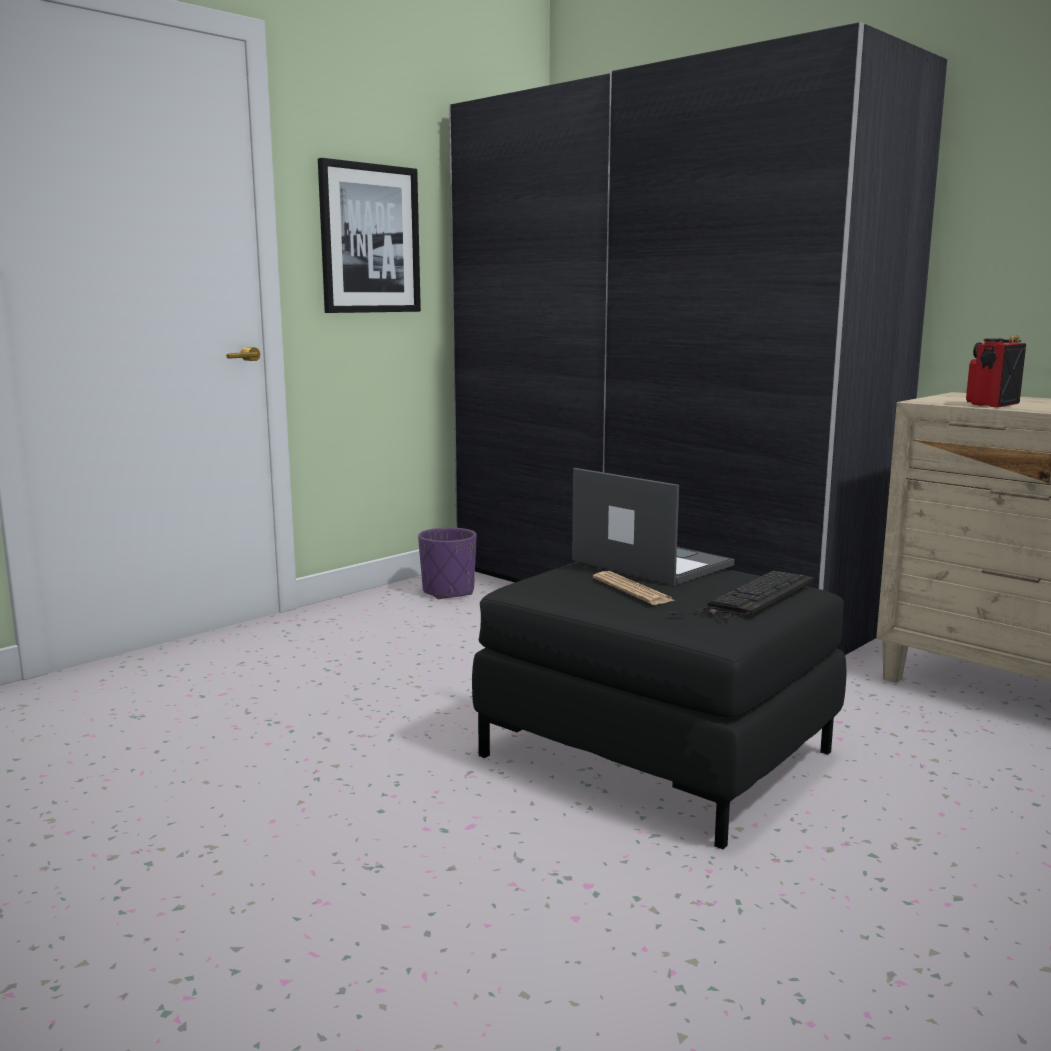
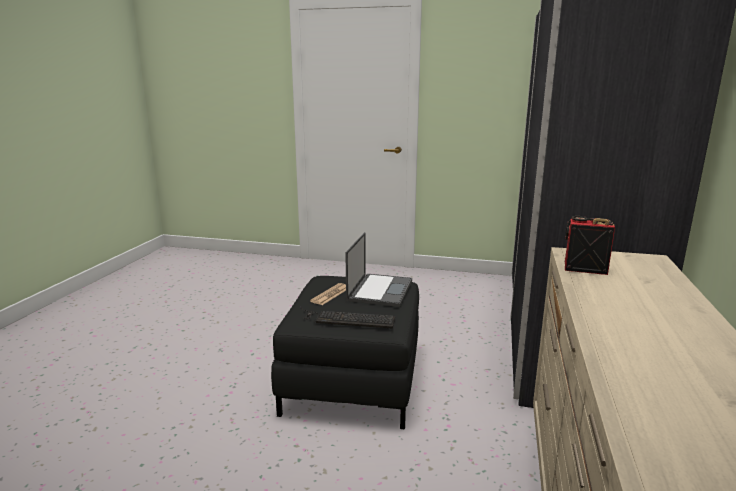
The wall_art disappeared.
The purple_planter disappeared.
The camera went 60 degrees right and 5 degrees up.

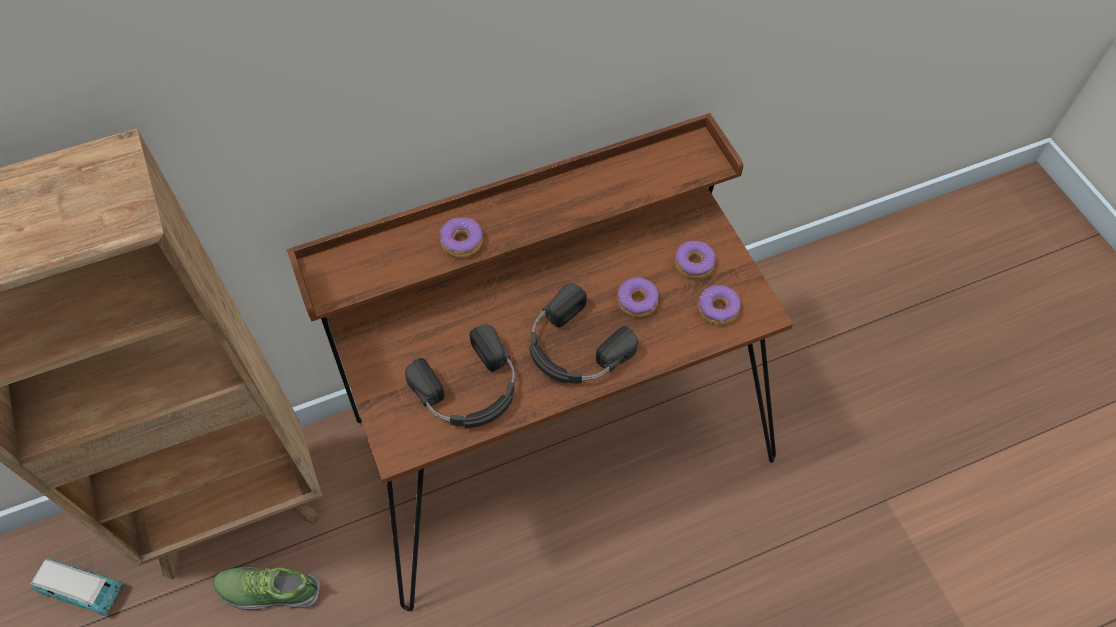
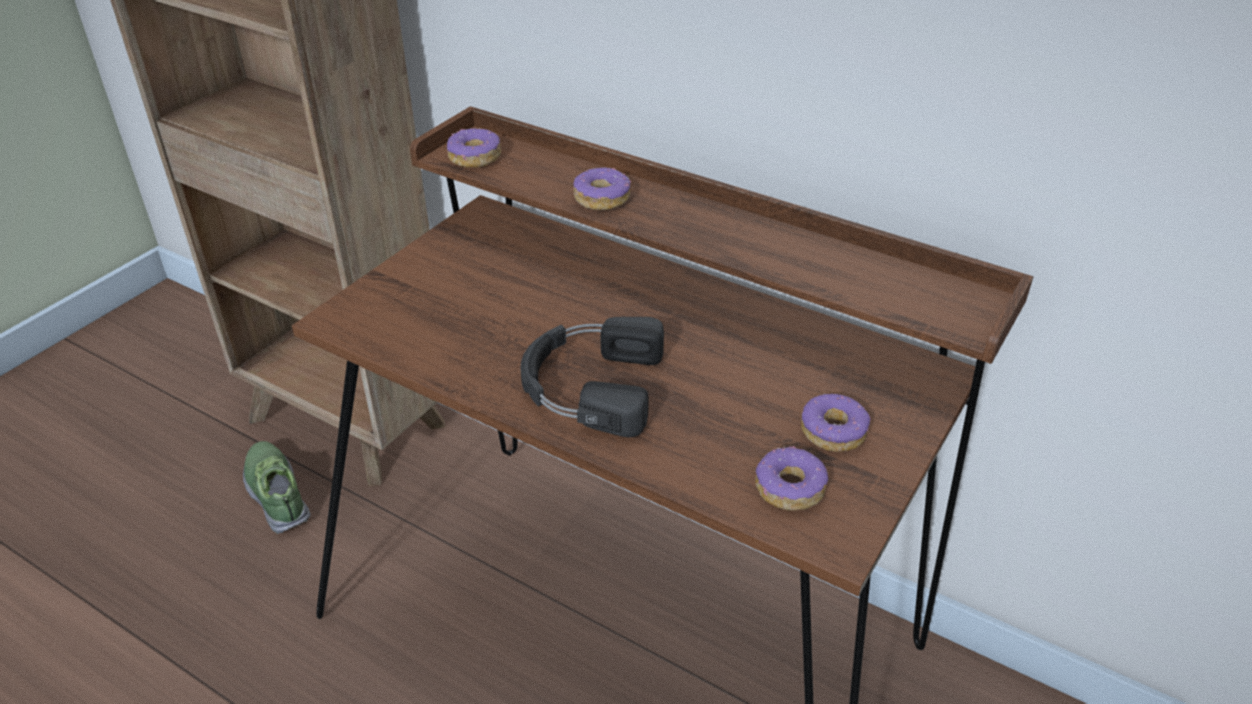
The donut (2nd from left in the first image) moved.
The toy_car disappeared.
The black-coloured_pair_of_headphones (1st from left) disappeared.
The camera went 55 degrees right and 20 degrees down.

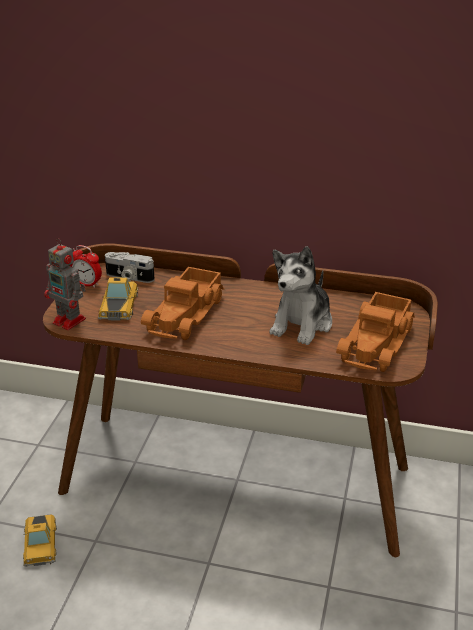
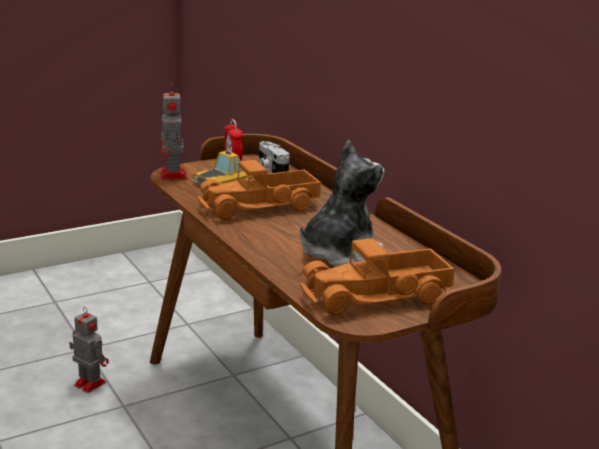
The toy_car (1st from left) was replaced by the model_robot (1st from left).
The plush_toy turned 150 degrees clockwise.
The camera went 45 degrees right and 10 degrees down.

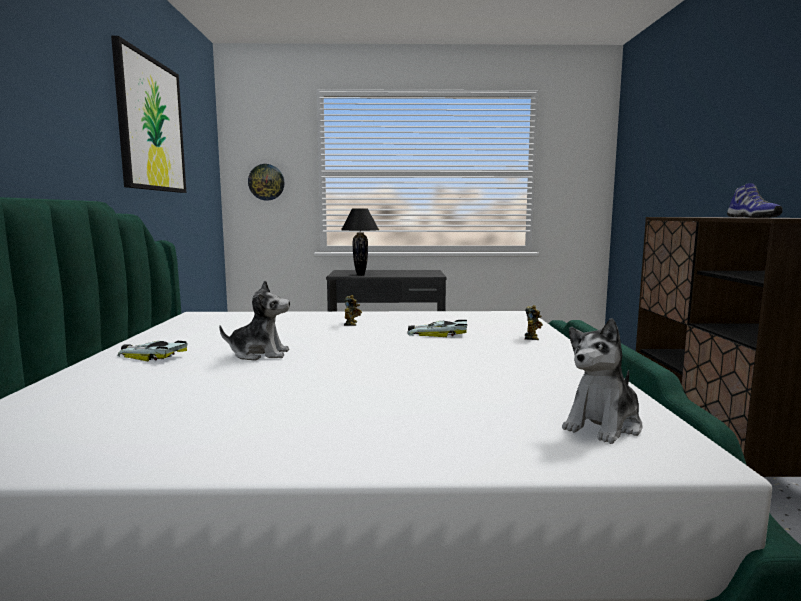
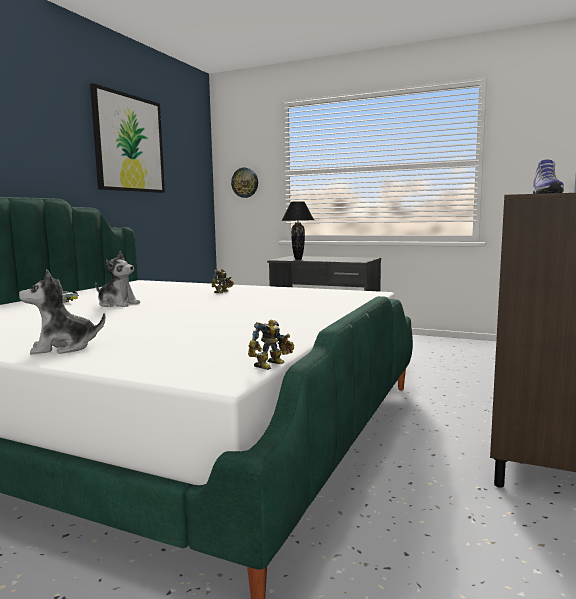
The plush_toy (2nd from left in the first image) moved.
The model_robot (2nd from left) moved.
The toy_car (2nd from left) disappeared.
The camera went 25 degrees right and 0 degrees up.

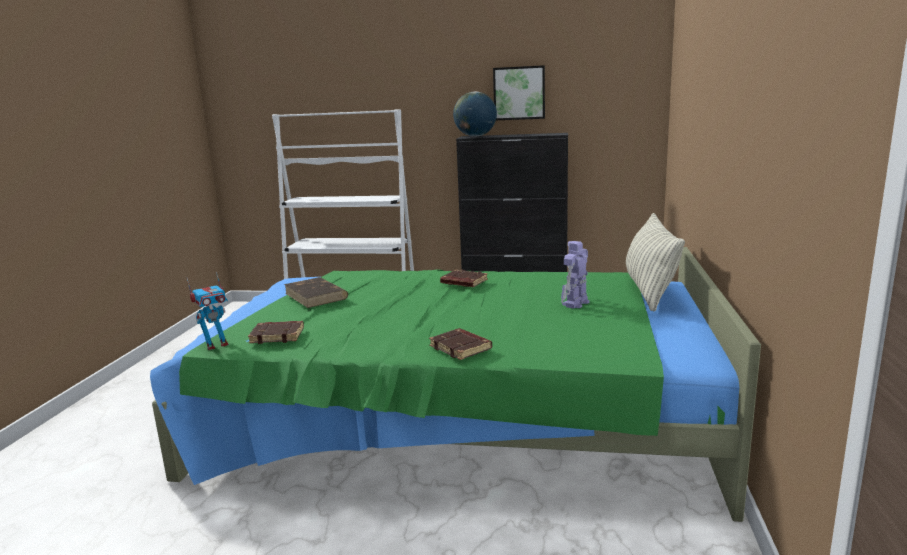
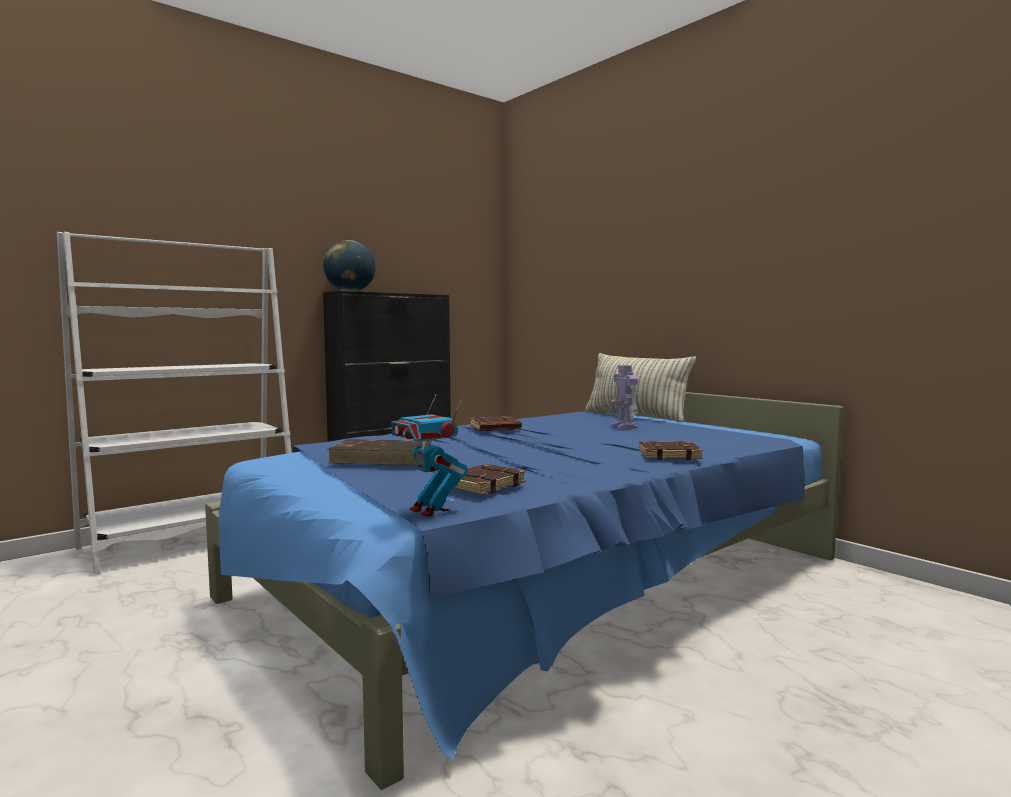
The greenish_sleeping_bed became the blue_sleeping_bed.
The model_robot (1st from left) turned 135 degrees clockwise.
The wall_art disappeared.
The camera went 50 degrees left and 10 degrees down.

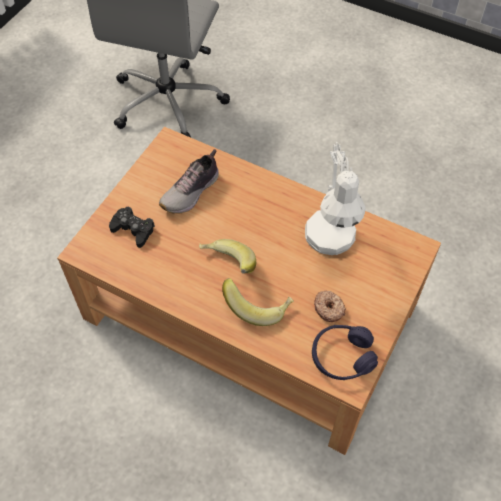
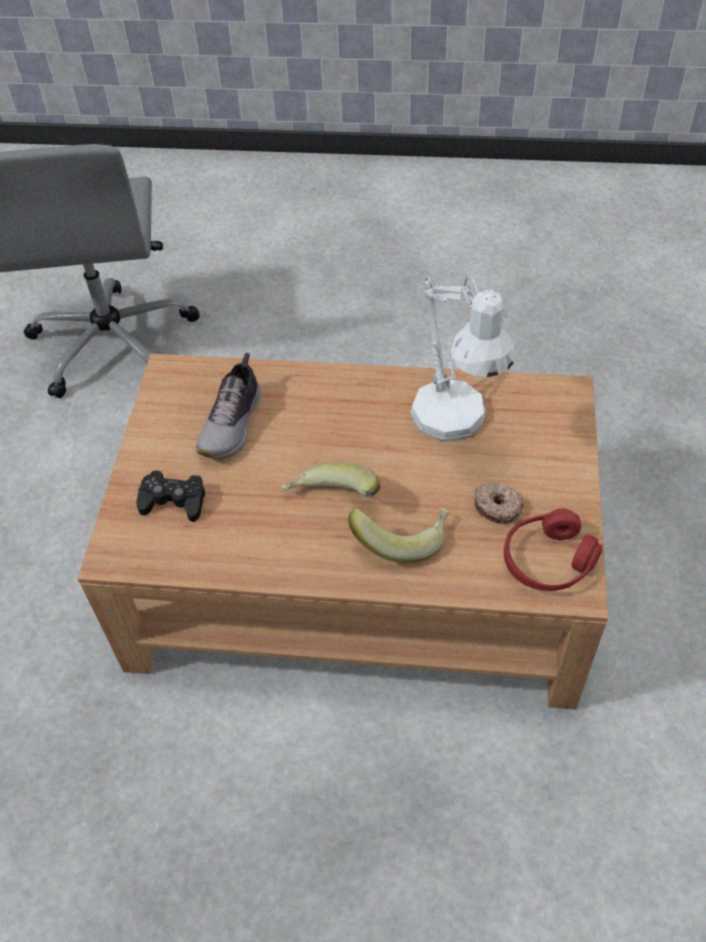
The purple_pair_of_headphones became the red-coloured_pair_of_headphones.
The camera went 20 degrees left and 5 degrees down.

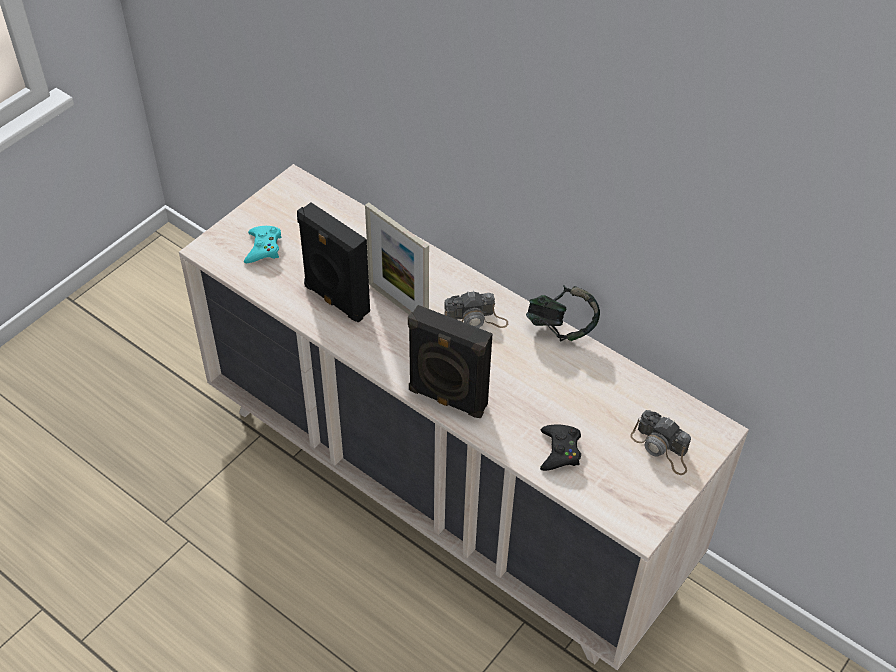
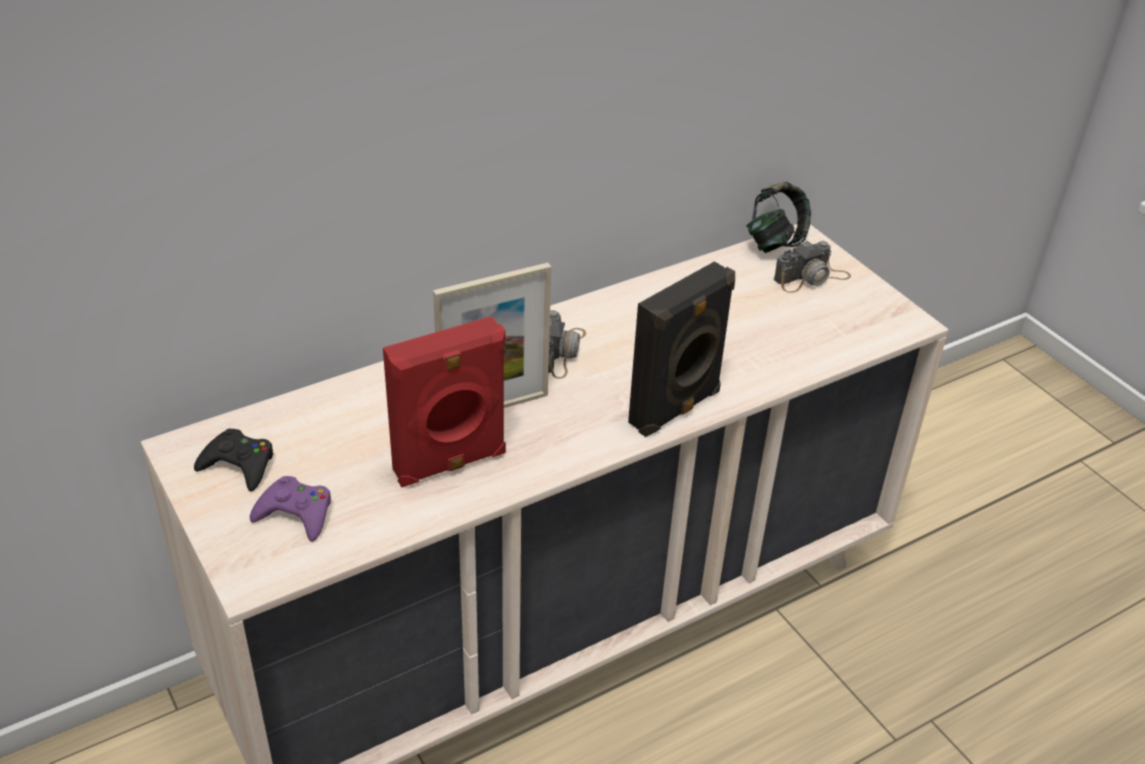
The black-coloured_game_controller moved.
The blue-green_game_controller became the purple_game_controller.
The black-coloured_loudspeaker (1st from left) became the red-coloured_loudspeaker.
The pair_of_headphones moved.
The camera went 70 degrees left and 10 degrees down.

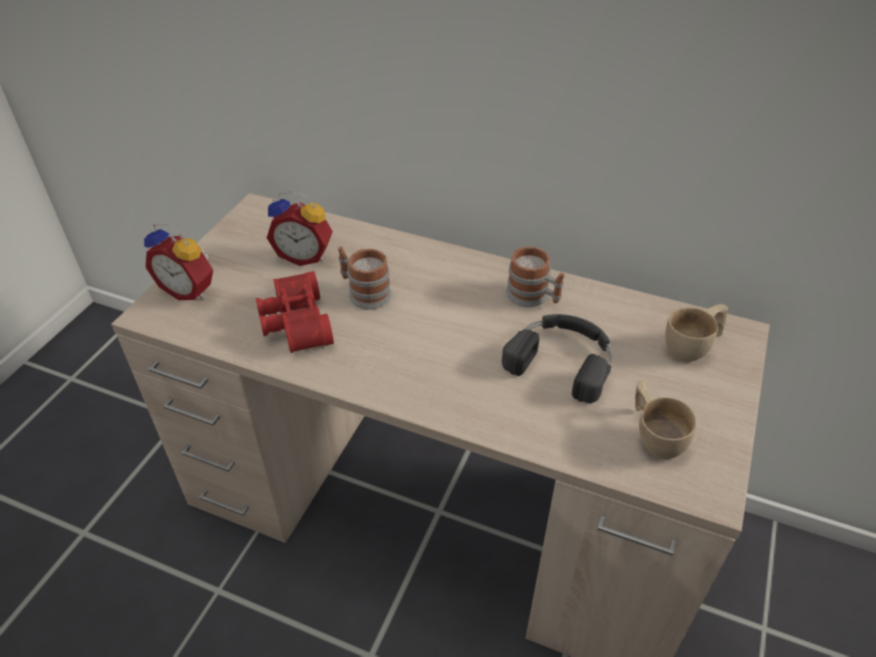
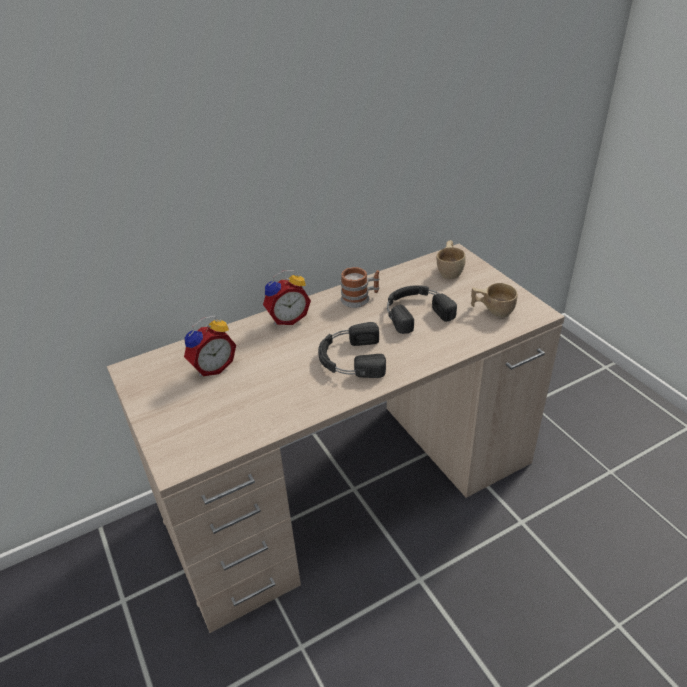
The table_clock (1st from left in the first image) moved.
The black-coloured_pair_of_headphones (1st from left) appeared.
The red-coloured_field_glasses disappeared.
The tea_mug (1st from left) disappeared.
The camera went 50 degrees left and 5 degrees down.

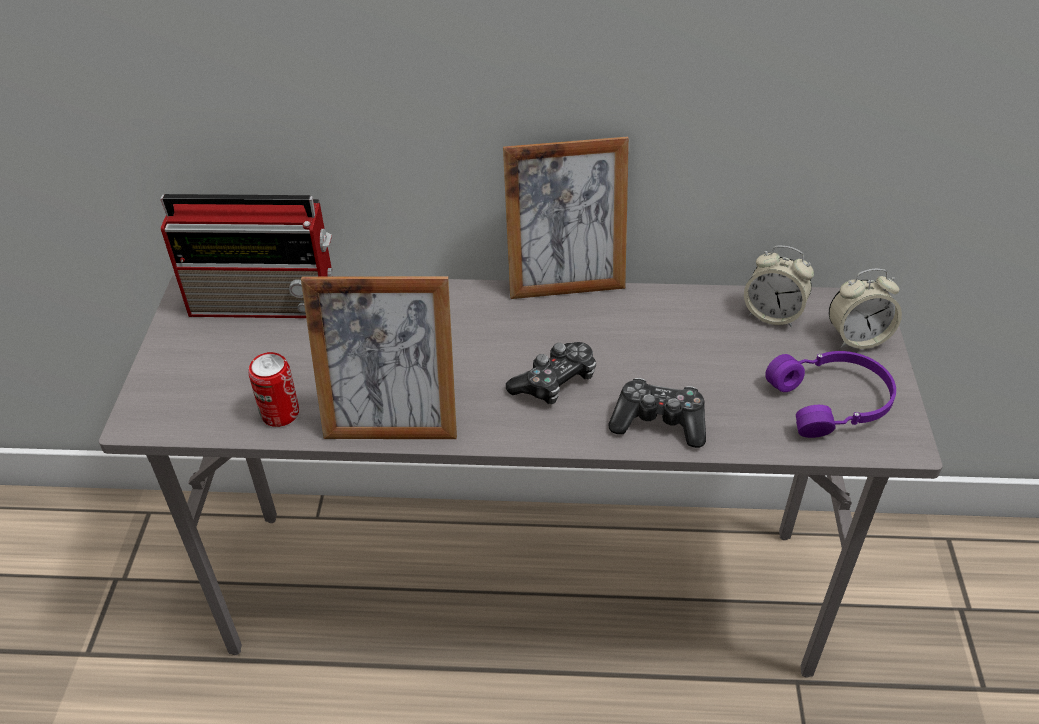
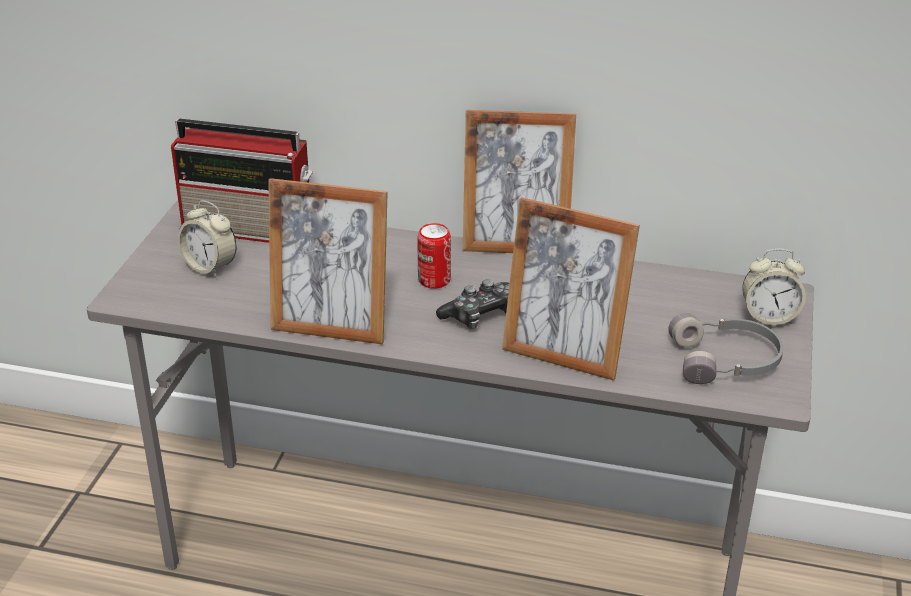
The table_clock (1st from left) moved.
The sealed_can moved.
The game_controller (2nd from left) was replaced by the standing_frame (3rd from left).
The purple_pair_of_headphones became the grey_pair_of_headphones.
The camera went 10 degrees right and 10 degrees down.

